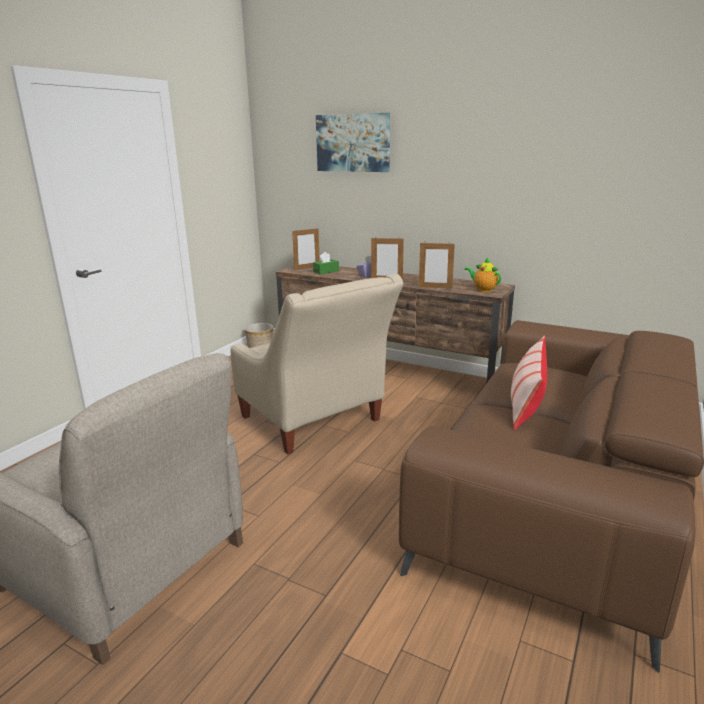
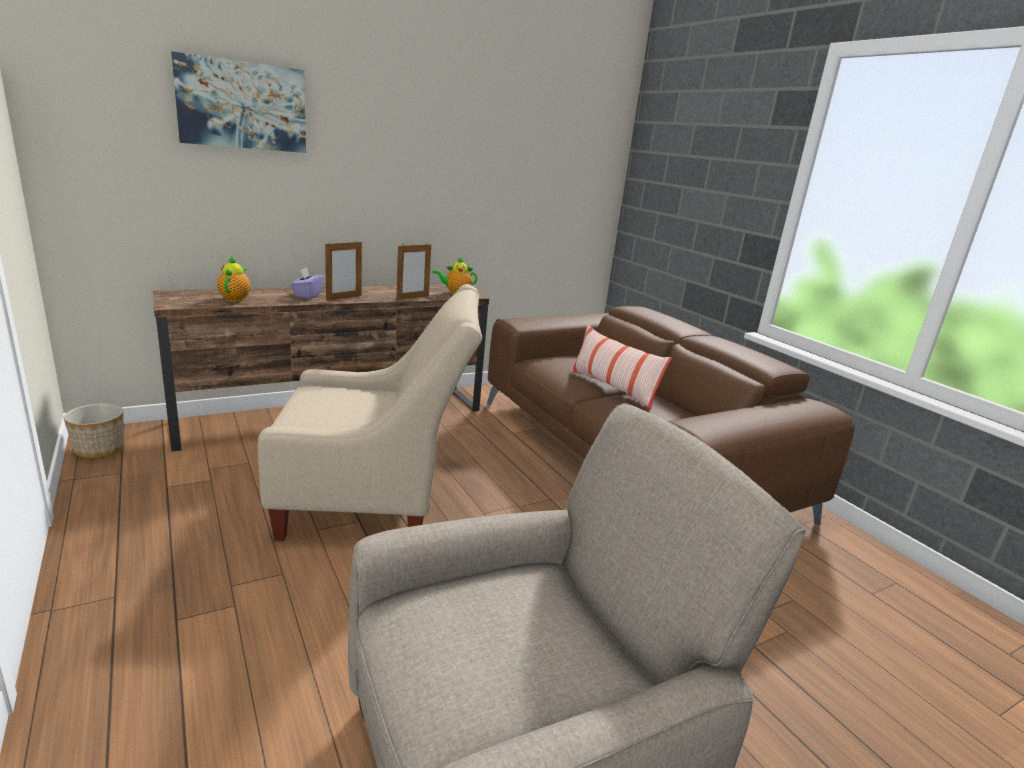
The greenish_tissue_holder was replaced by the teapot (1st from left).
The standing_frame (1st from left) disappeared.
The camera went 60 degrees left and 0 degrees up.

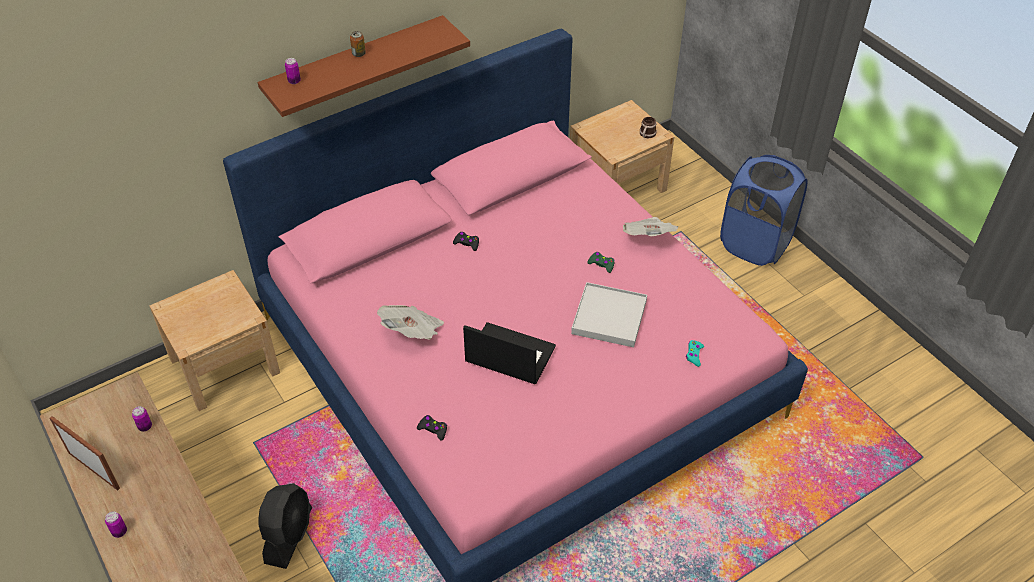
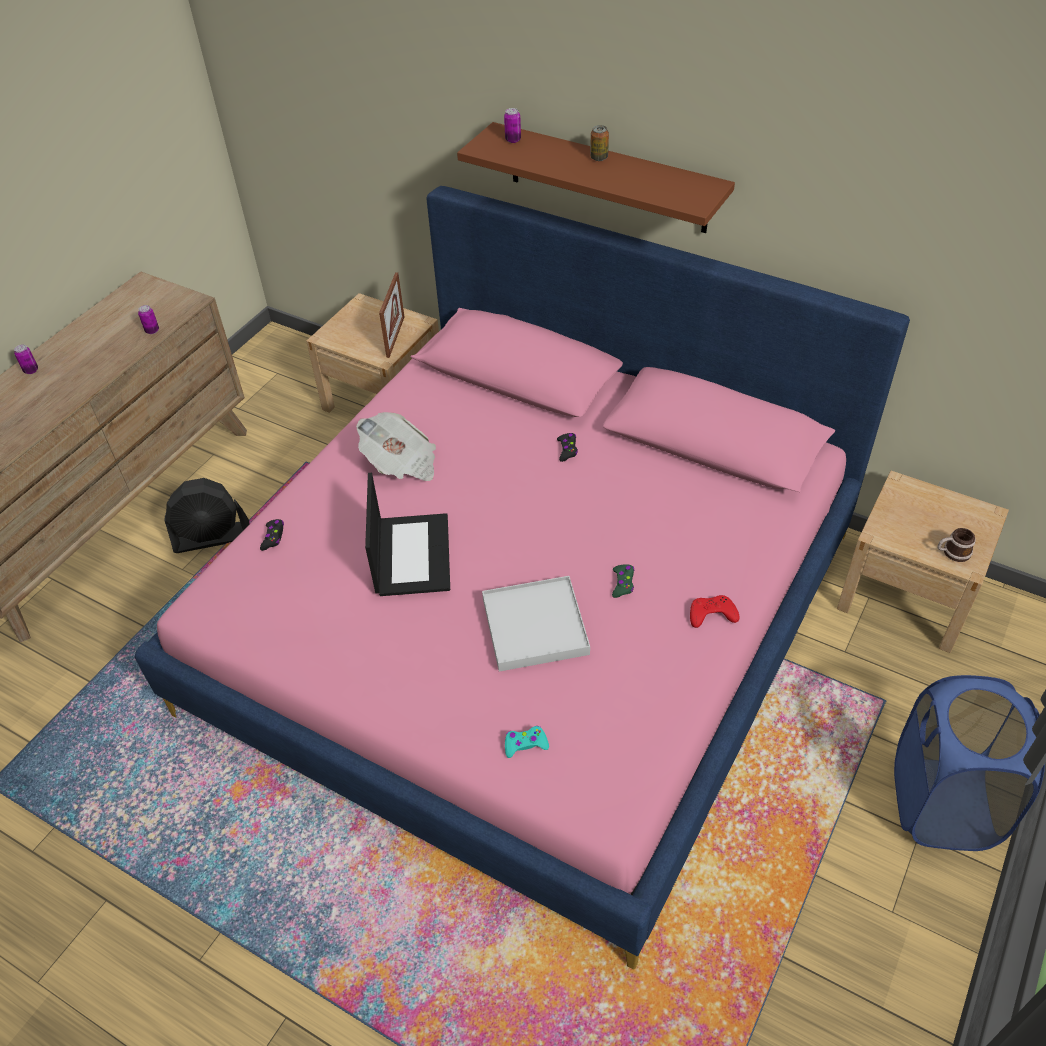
The standing_frame moved.
The printed_paper (2nd from left) was replaced by the red-coloured_game_controller.
The camera went 65 degrees right and 0 degrees up.

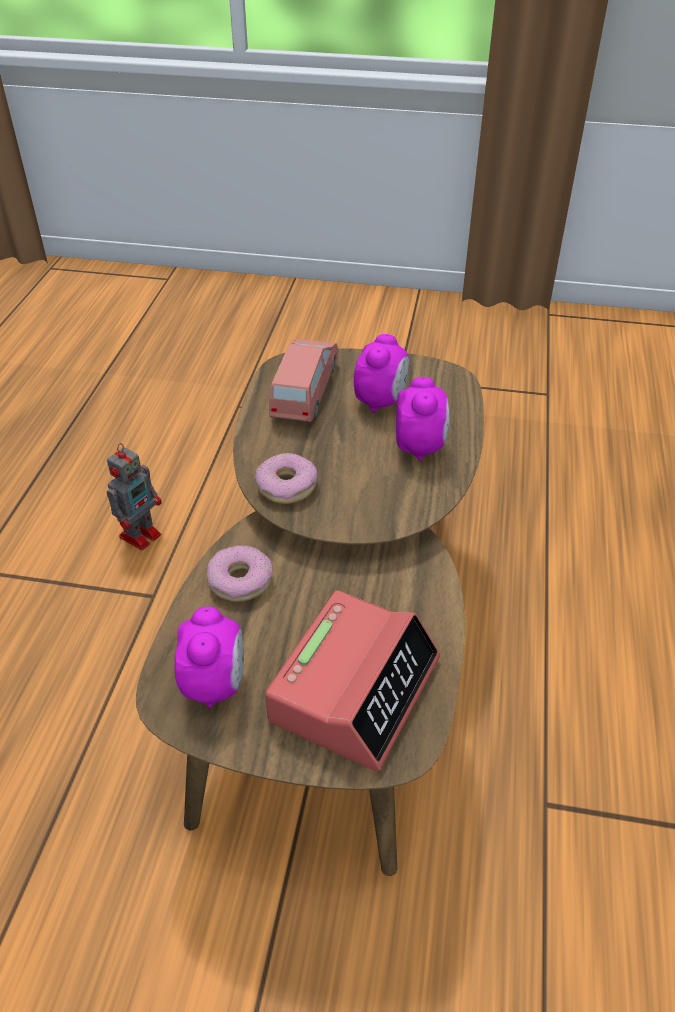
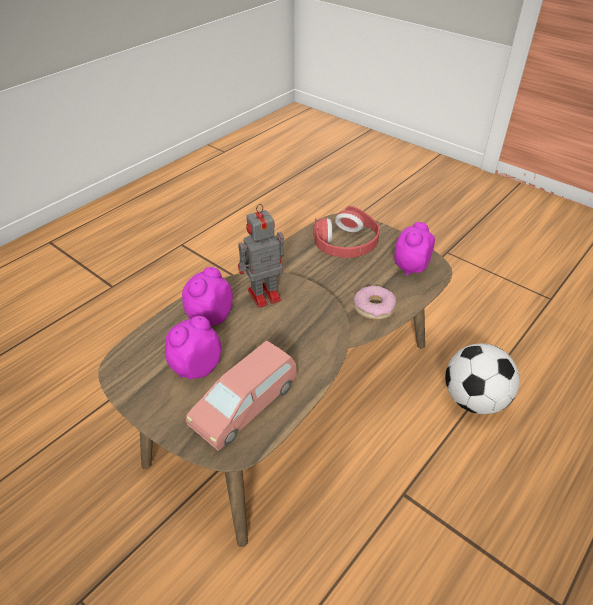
The model_robot moved.
The table_clock (2nd from left) was replaced by the red-coloured_pair_of_headphones.
The ball_for_football appeared.
The donut (2nd from left) disappeared.
The camera went 150 degrees left and 0 degrees up.

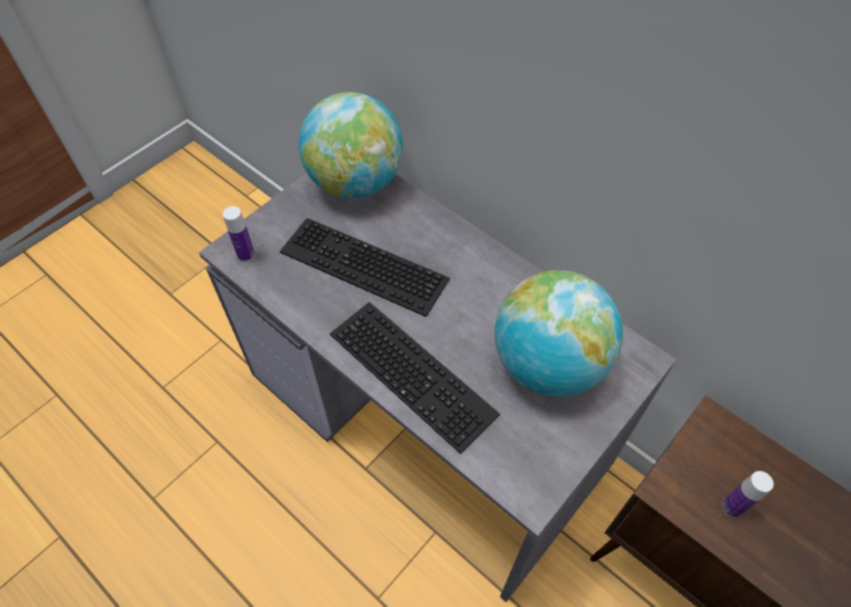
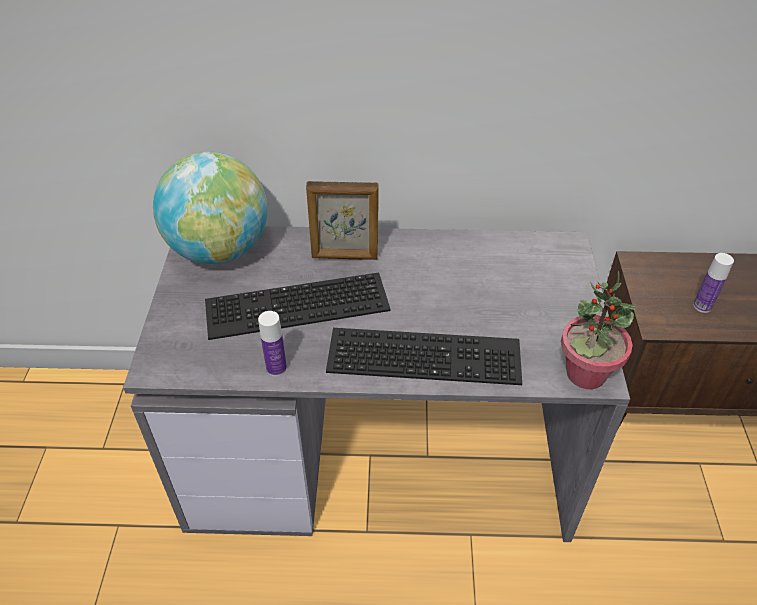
The bottle (1st from left) moved.
The standing_frame appeared.
The plant_in_a_pot appeared.
The world_globe (2nd from left) disappeared.
The camera went 40 degrees left and 10 degrees down.

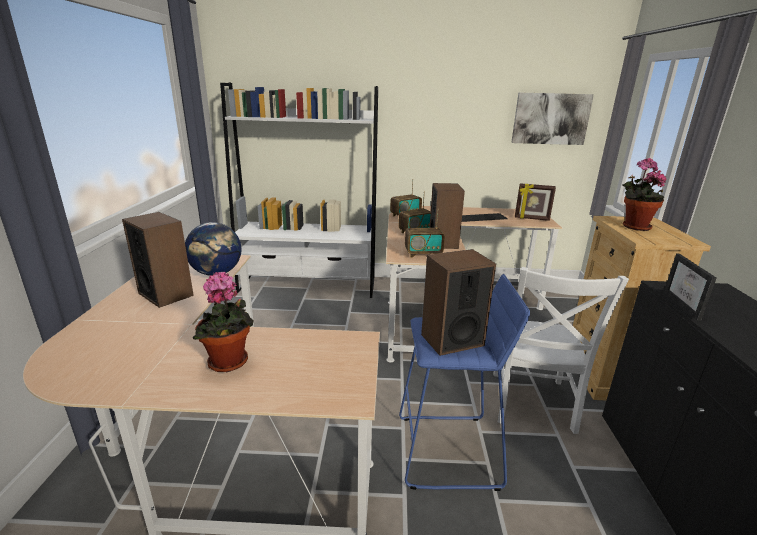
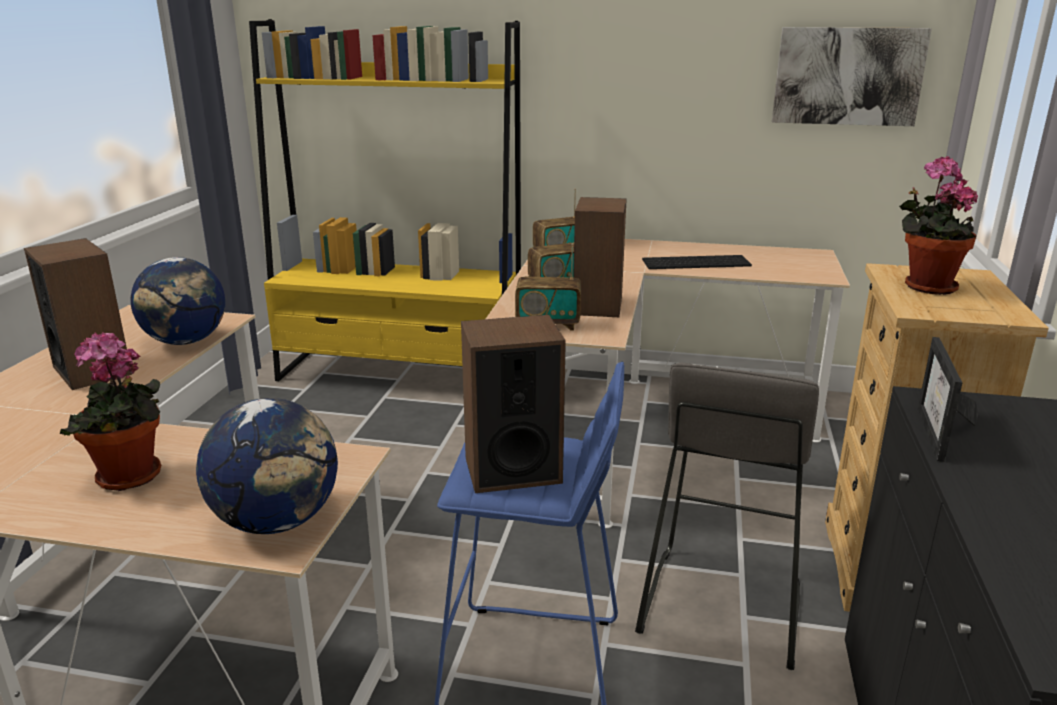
The world_globe (2nd from left) appeared.
The whitish_bookcase became the yellowish_bookcase.
The whitish_chair was replaced by the grey_stool_seat.
The standing_frame (1st from left) disappeared.
The camera went 10 degrees right and 0 degrees up.

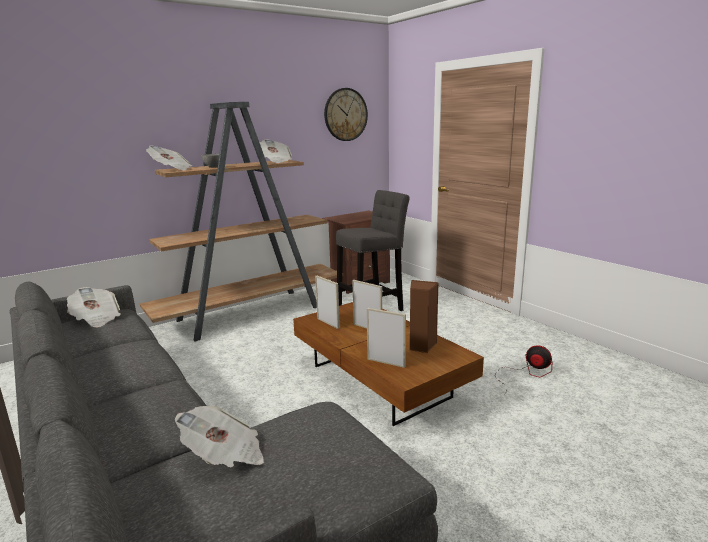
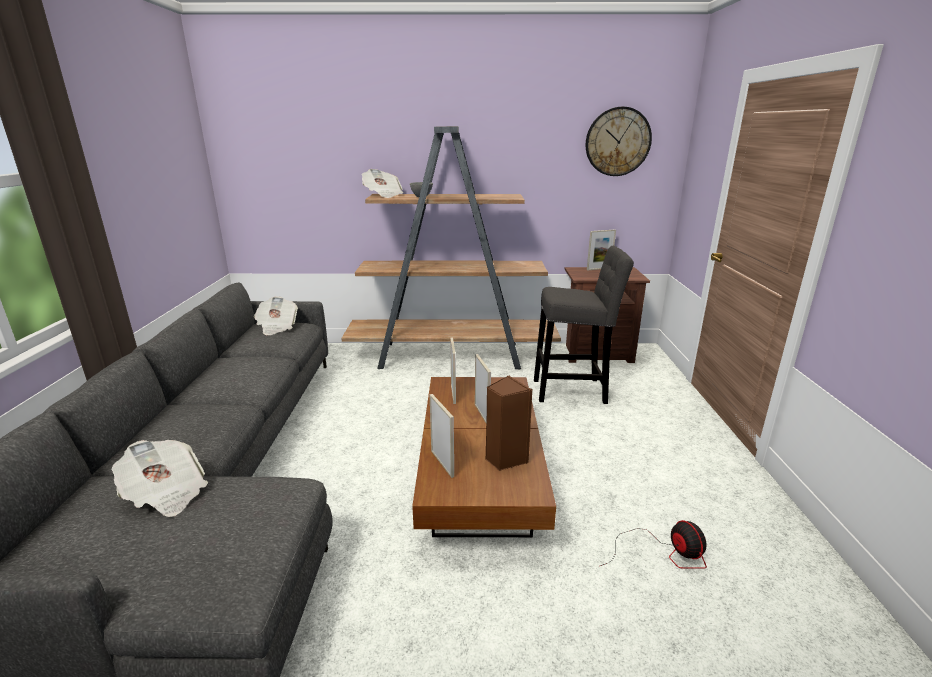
The standing_frame (4th from left) appeared.
The printed_paper (4th from left) disappeared.
The camera went 35 degrees right and 5 degrees up.

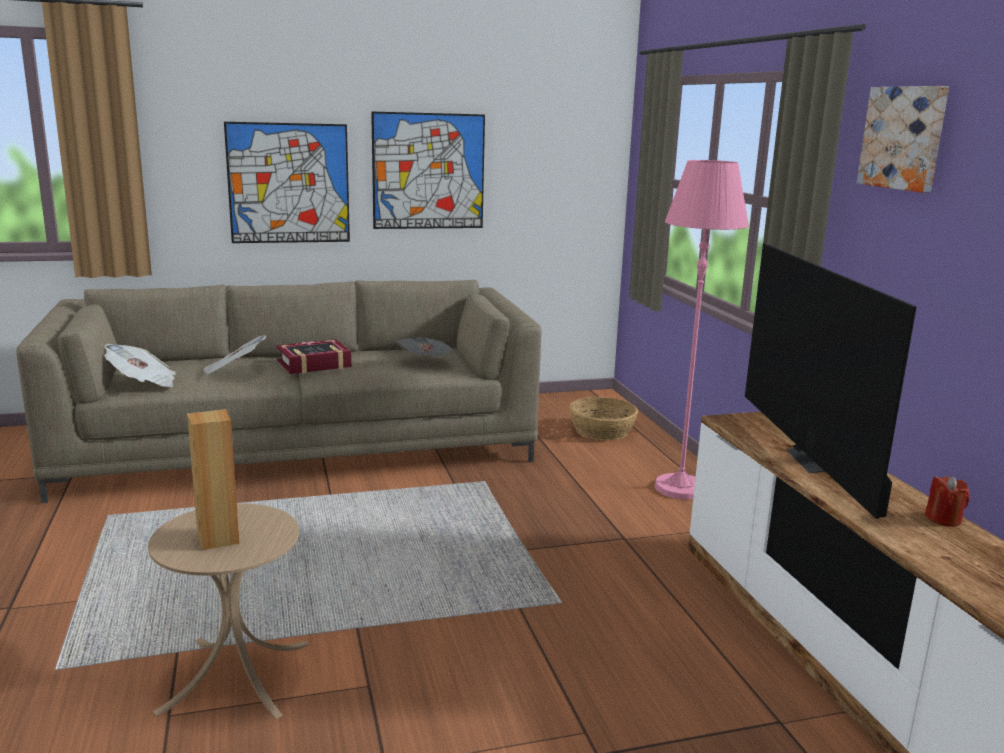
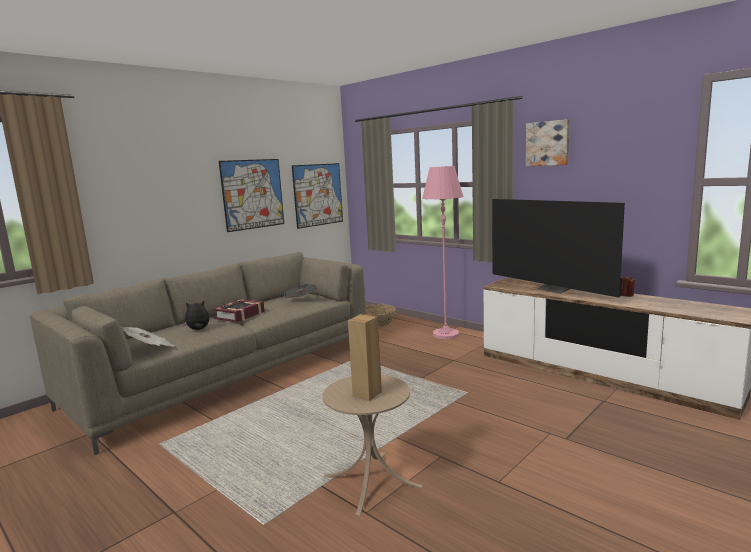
The printed_paper (2nd from left) was replaced by the plush_toy.
The wall_art (1st from left in the first image) moved.
The camera went 30 degrees left and 5 degrees down.

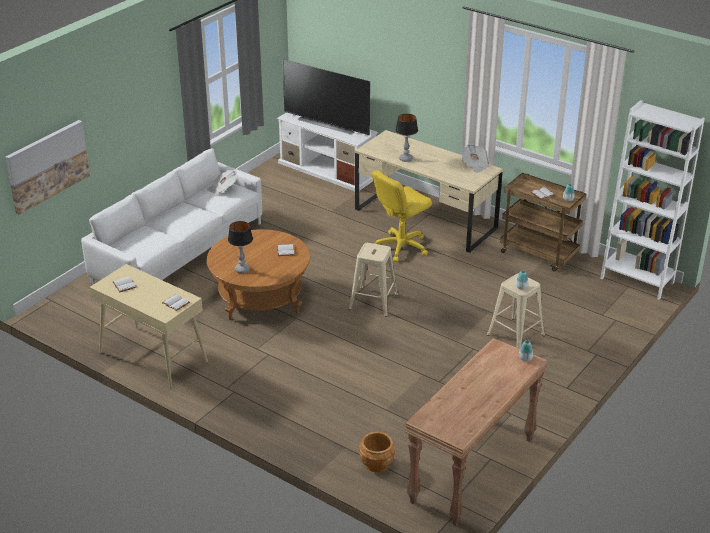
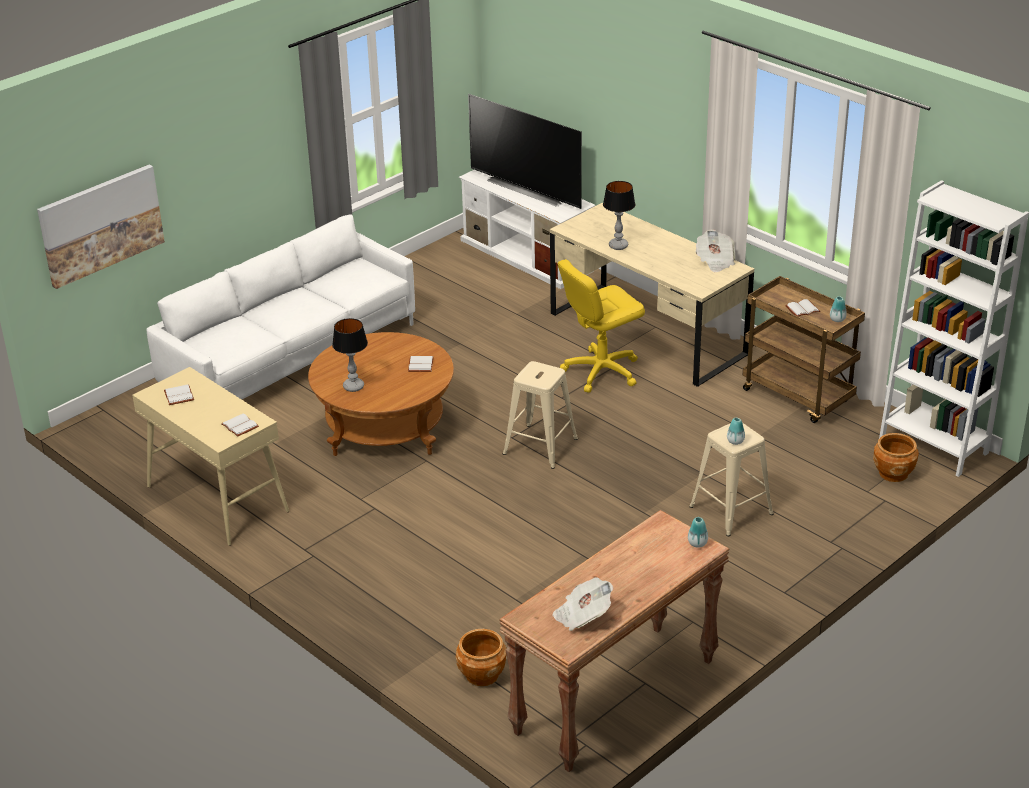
The printed_paper (1st from left) moved.
The brown-coloured_planter (2nd from left) appeared.
The camera went 10 degrees right and 0 degrees up.

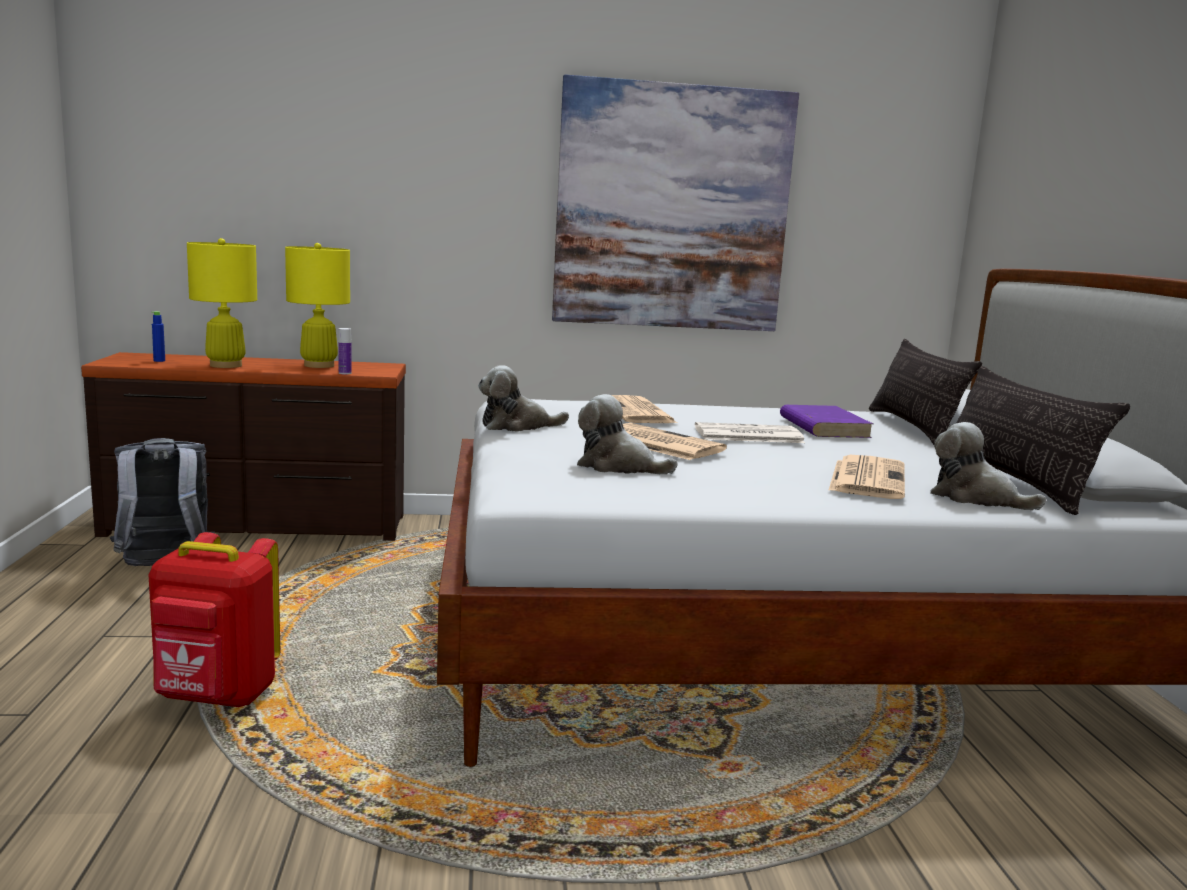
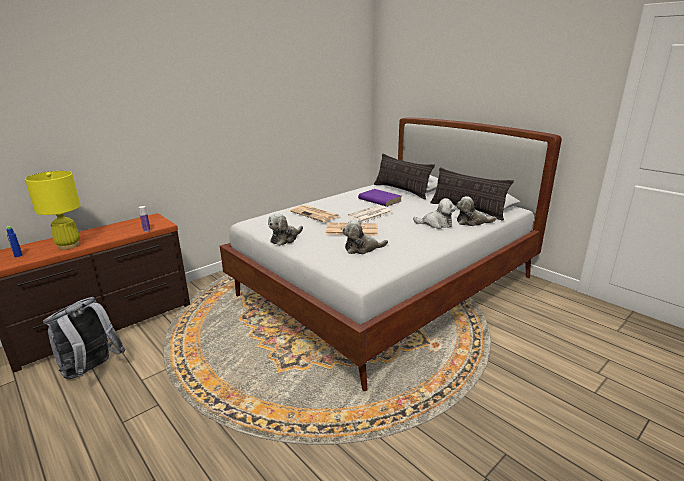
The printed_paper (4th from left) was replaced by the plush_toy (3rd from left).
The red-coloured_knapsack disappeared.
The yellowish_table_lamp (2nd from left) disappeared.
The wall_art disappeared.
The camera went 35 degrees left and 10 degrees up.

